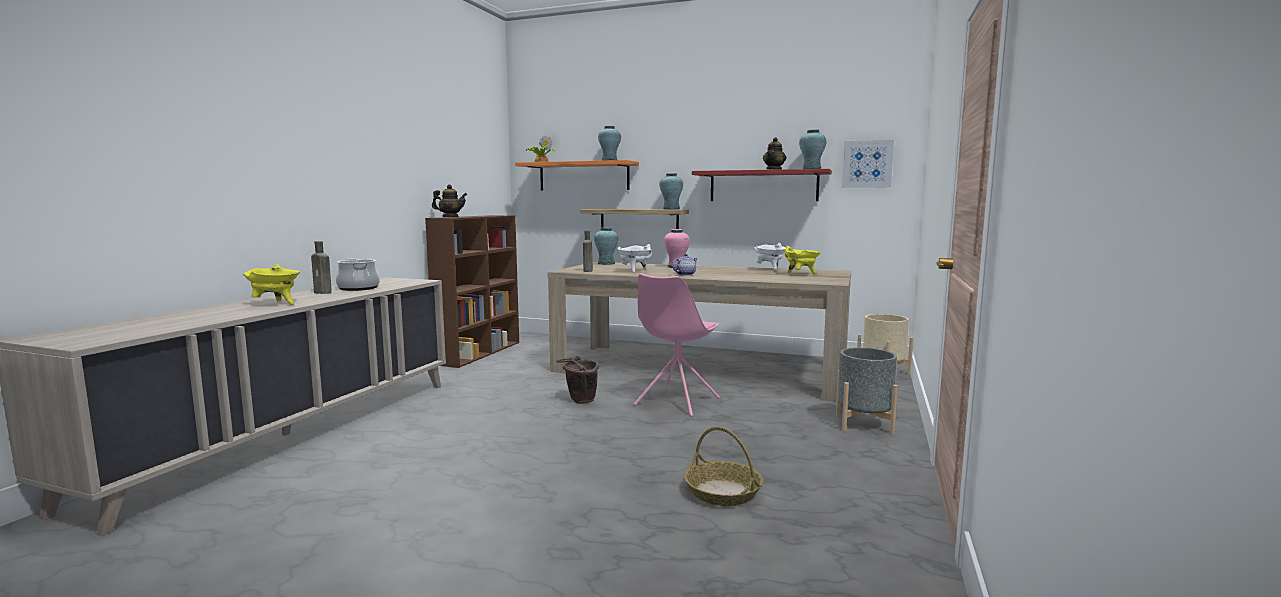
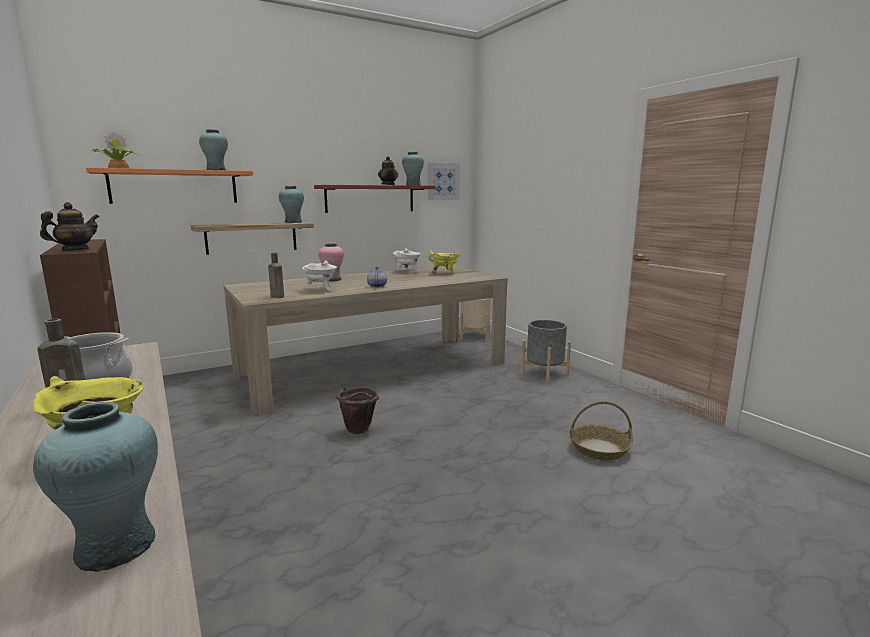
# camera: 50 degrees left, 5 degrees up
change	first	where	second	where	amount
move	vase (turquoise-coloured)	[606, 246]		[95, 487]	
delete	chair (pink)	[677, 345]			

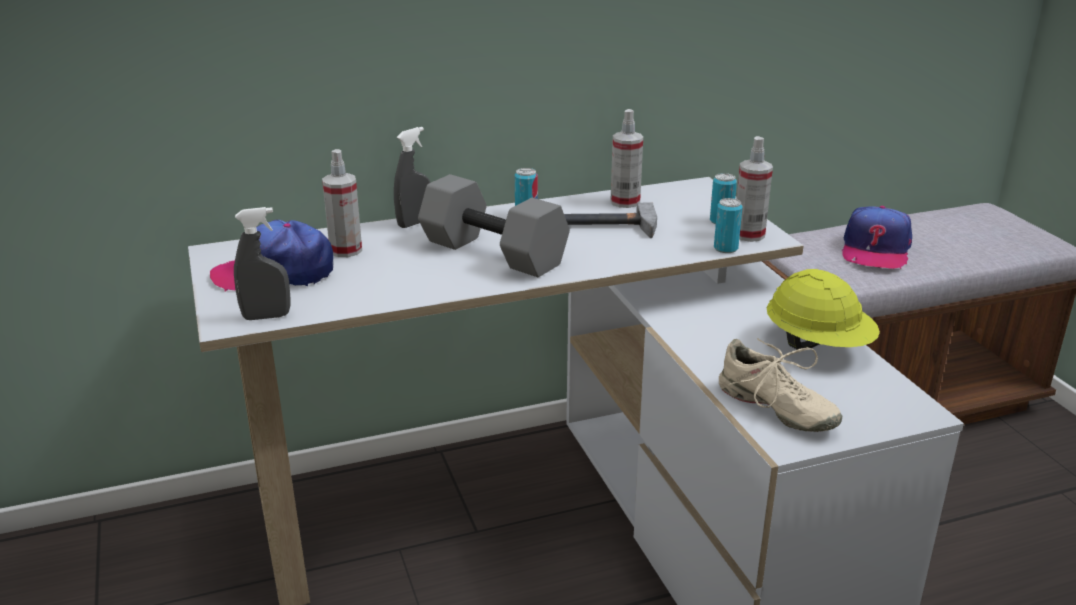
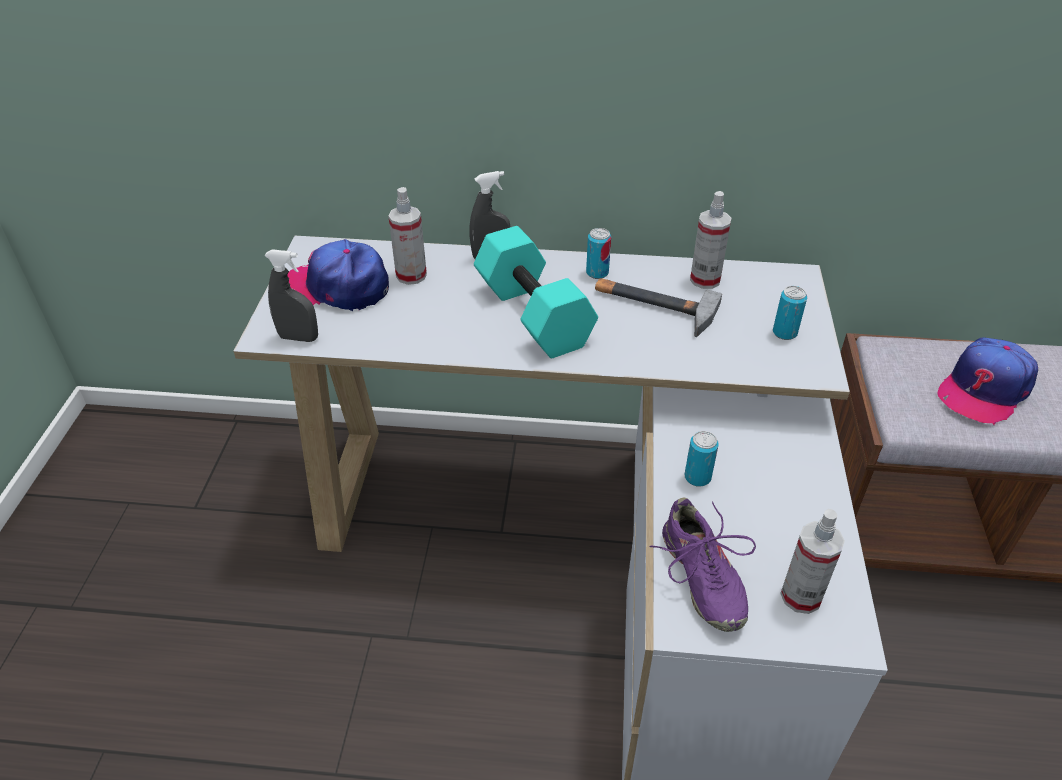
# camera: 25 degrees right, 15 degrees up
change	first	where	second	where	amount
recolor	dumbbell (greyish)	[494, 225]	dumbbell (turquoise-coloured)	[536, 292]	
move	sealed can	[728, 225]		[702, 459]	
recolor	low shoe (sand-coloured)	[780, 385]	low shoe (purple)	[703, 564]	
move	spray bottle	[754, 189]		[812, 561]	
delete	hard hat (yellowish)	[823, 309]			

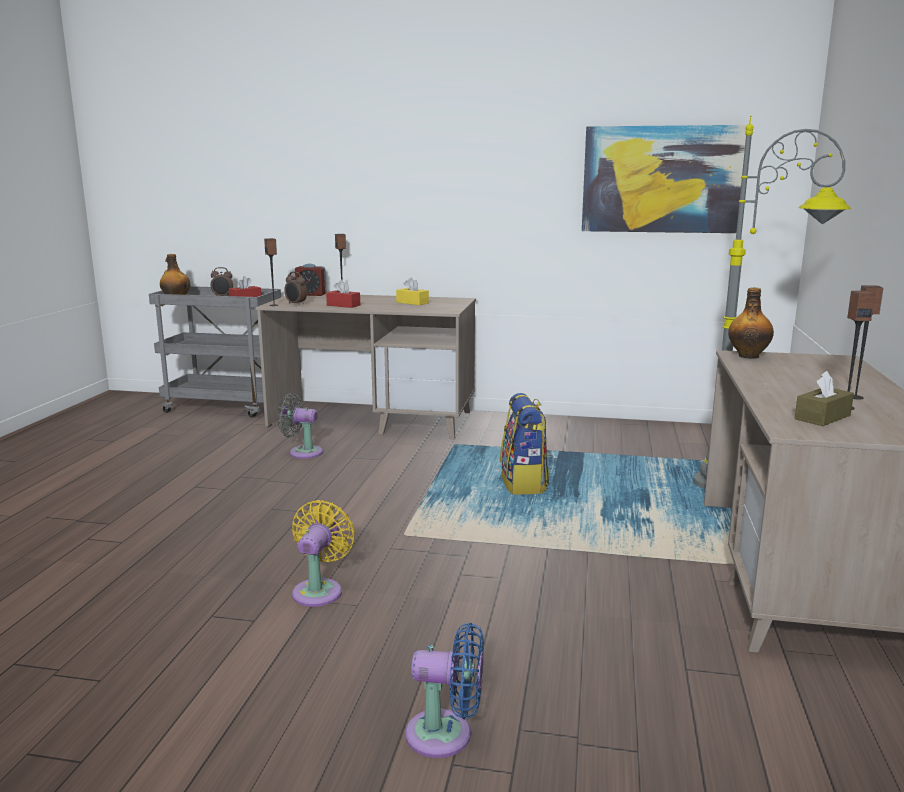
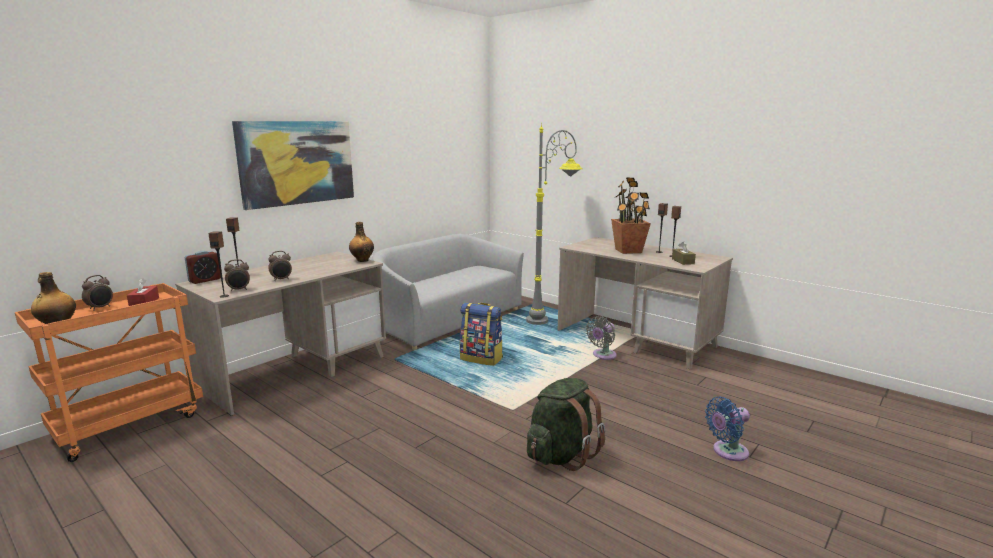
# camera: 60 degrees left, 0 degrees up
change	first	where	second	where	amount
recolor	wheeled cart (greyish)	[215, 352]	wheeled cart (orangey)	[109, 372]	
move	cooling fan (greyish)	[300, 426]		[601, 338]	
replace	cooling fan (yellowish)	[323, 553]	backpack (greenish)	[566, 424]	
replace	box of tissues (reddish)	[343, 294]	alarm clock	[280, 266]	
delete	box of tissues (yellowish)	[412, 291]			
rotate	cooling fan (blue-coloured)	[444, 690]		[727, 429]	150 degrees counterclockwise
move	wall picture	[664, 179]		[293, 165]	
move	bottle	[751, 323]		[361, 242]	
insert			sofa (greyish)	[448, 292]	
insert			plant in a pot	[631, 215]	

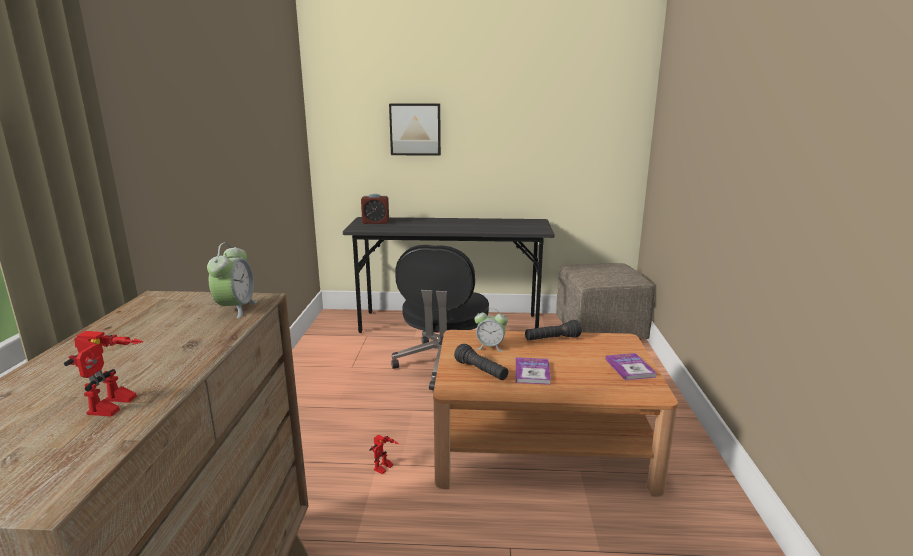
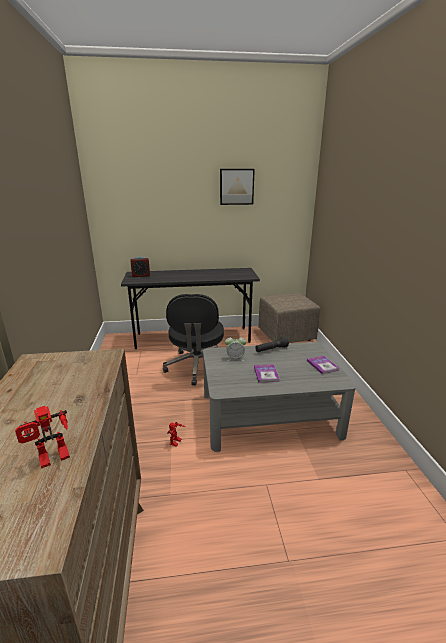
# camera: 10 degrees left, 5 degrees up
change	first	where	second	where	amount
rotate	model robot	[103, 374]		[42, 437]	60 degrees clockwise
delete	alarm clock	[232, 280]			
move	wall picture	[415, 130]		[237, 187]	
recolor	coffee table (brownish)	[555, 413]	coffee table (greyish)	[279, 397]	
delete	torch (blackish)	[481, 362]			

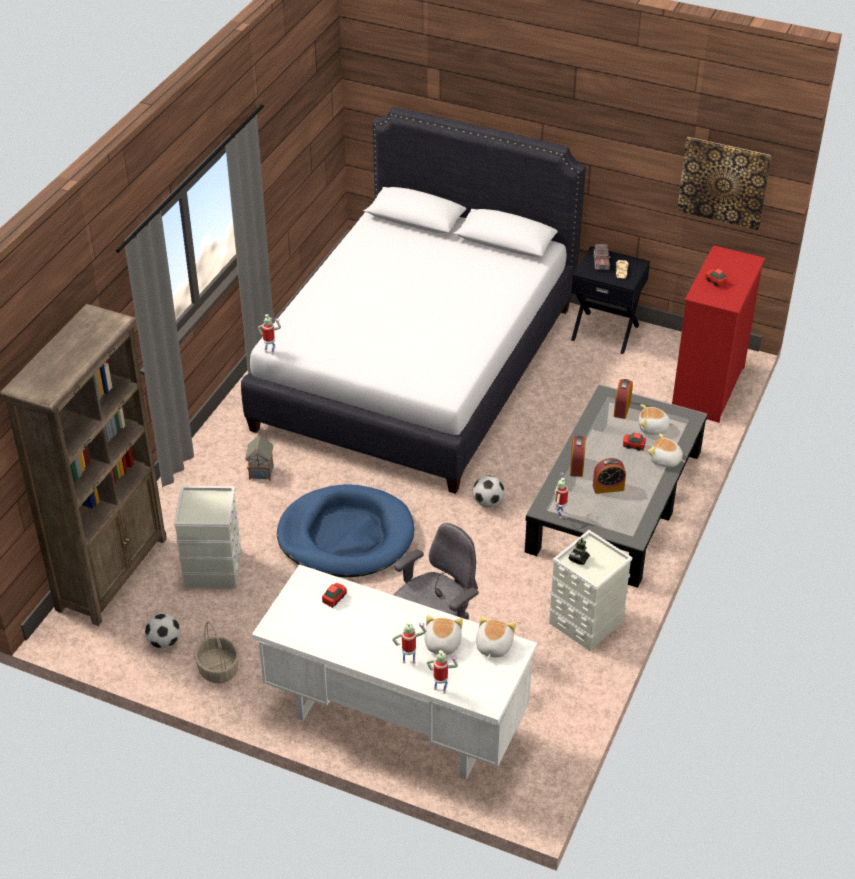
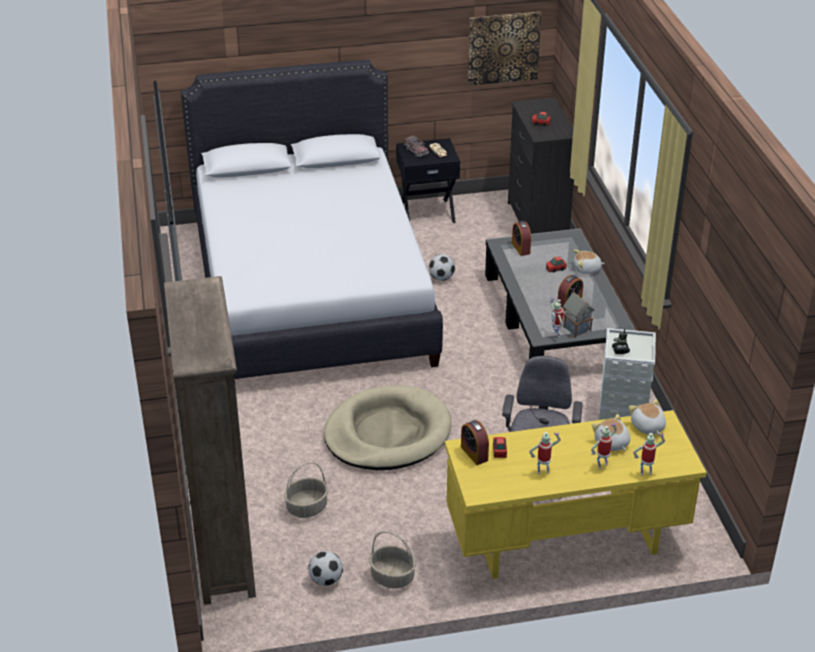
# camera: 35 degrees left, 5 degrees down
change	first	where	second	where	amount
replace	storage bin (greyish)	[207, 537]	storage basket	[306, 490]	
move	toy house	[259, 458]		[579, 315]	
recolor	desk (white)	[394, 672]	desk (yellowish)	[576, 494]	
move	model robot	[269, 334]		[545, 453]	
recolor	pet bed (blue-coloured)	[345, 530]	pet bed (sand-coloured)	[388, 427]	
move	football	[488, 491]		[442, 267]	
move	alarm clock	[578, 456]		[475, 442]	
delete	soft toy	[656, 419]			
recolor	dresser (reddish)	[718, 334]	dresser (blackish)	[541, 165]	

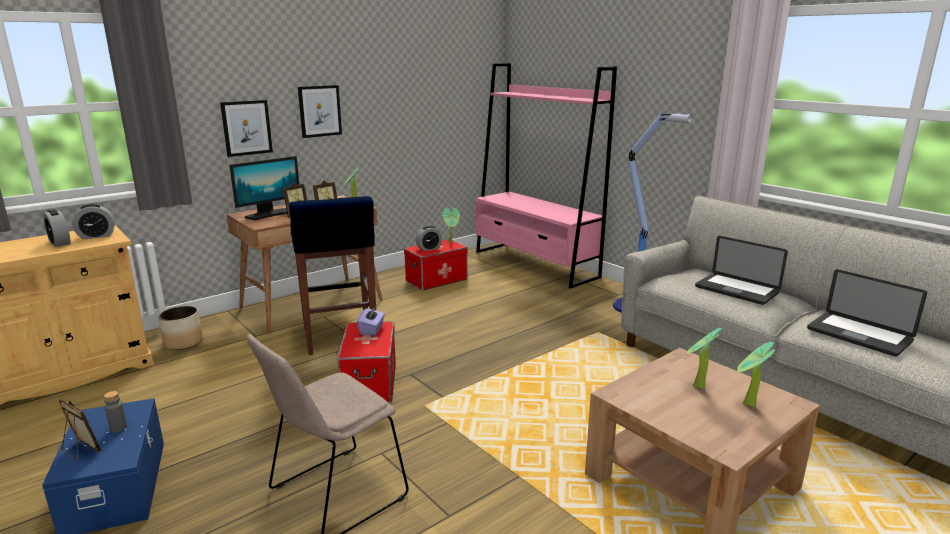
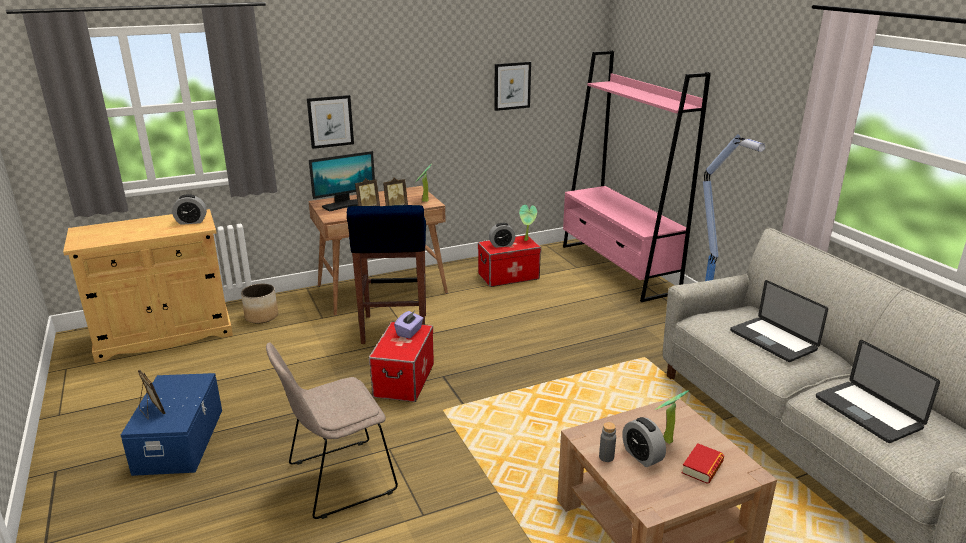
# camera: 15 degrees right, 5 degrees up
change	first	where	second	where	amount
move	alarm clock	[56, 228]		[644, 442]	
move	bottle (greyish)	[115, 412]		[607, 442]	
move	wall picture	[320, 111]		[512, 86]	
replace	plant in a pot	[756, 374]	book	[703, 463]	

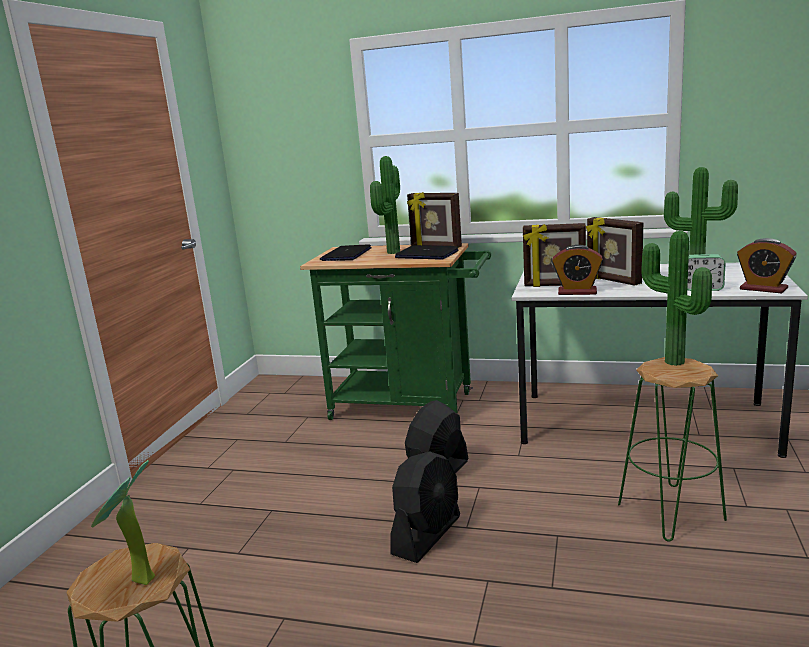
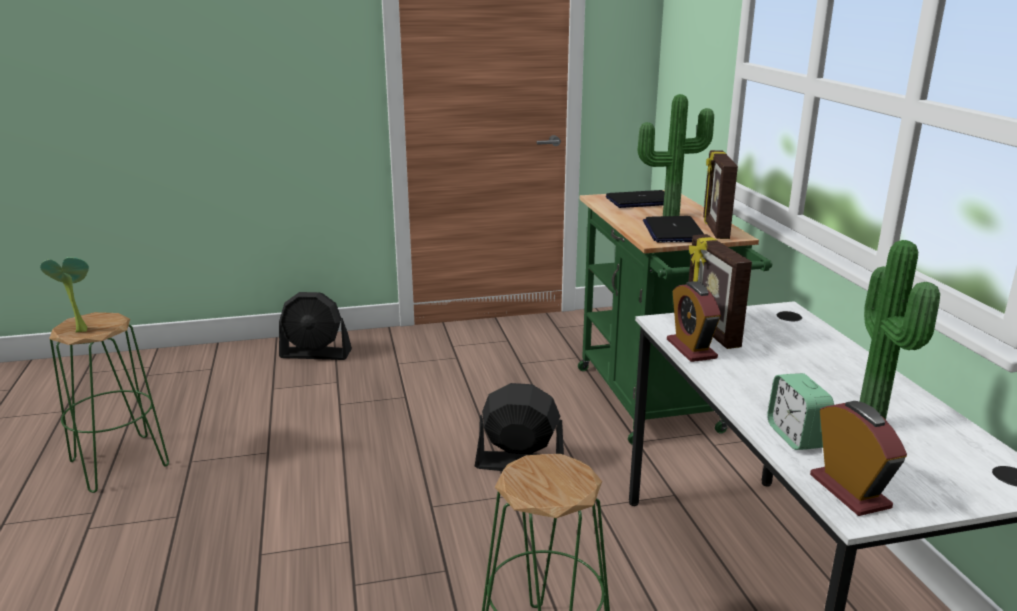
# camera: 60 degrees right, 5 degrees up
change	first	where	second	where	amount
move	cooling fan (blackish)	[425, 507]		[315, 326]	
delete	photo frame	[614, 251]			
delete	plant in a pot	[676, 298]			
rotate	alarm clock	[767, 265]		[858, 458]	150 degrees clockwise

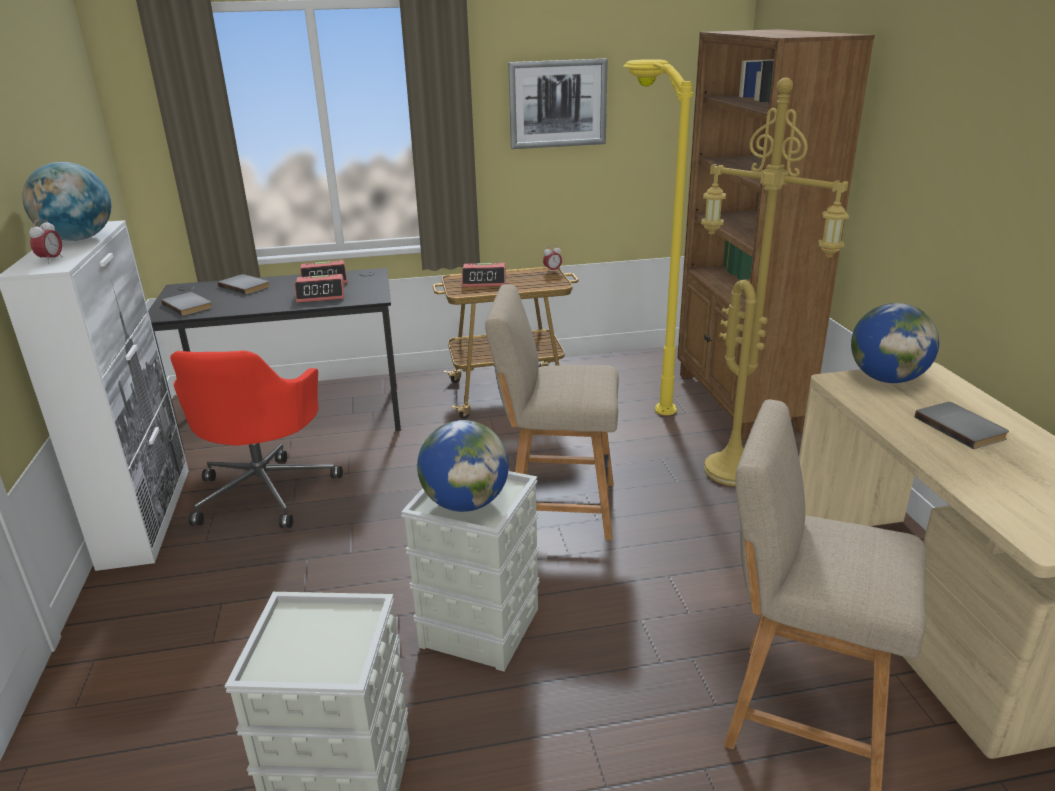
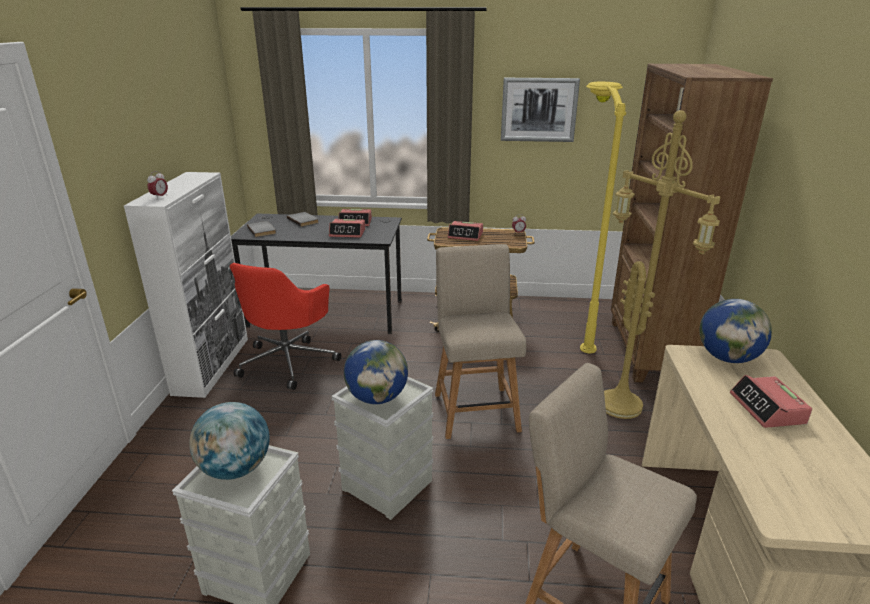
# camera: 15 degrees right, 0 degrees up
change	first	where	second	where	amount
move	world globe	[67, 201]		[229, 441]	
rotate	chair (sand-coloured)	[552, 412]		[480, 341]	60 degrees clockwise
replace	book (greyish)	[962, 425]	alarm clock	[771, 401]	

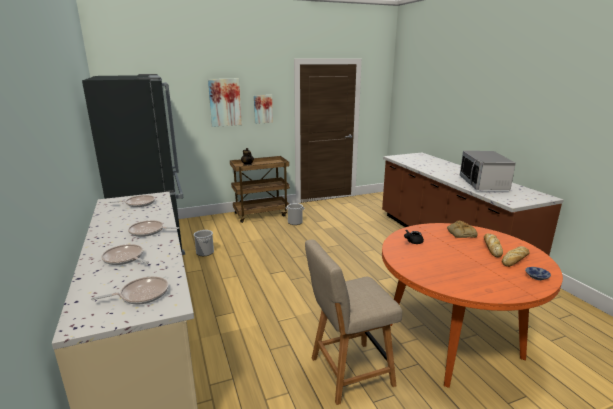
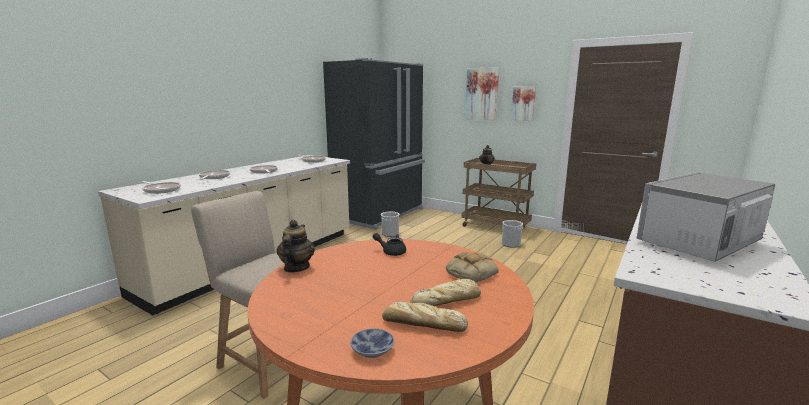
# camera: 55 degrees right, 5 degrees down
change	first	where	second	where	amount
insert			tea pot	[296, 246]	

